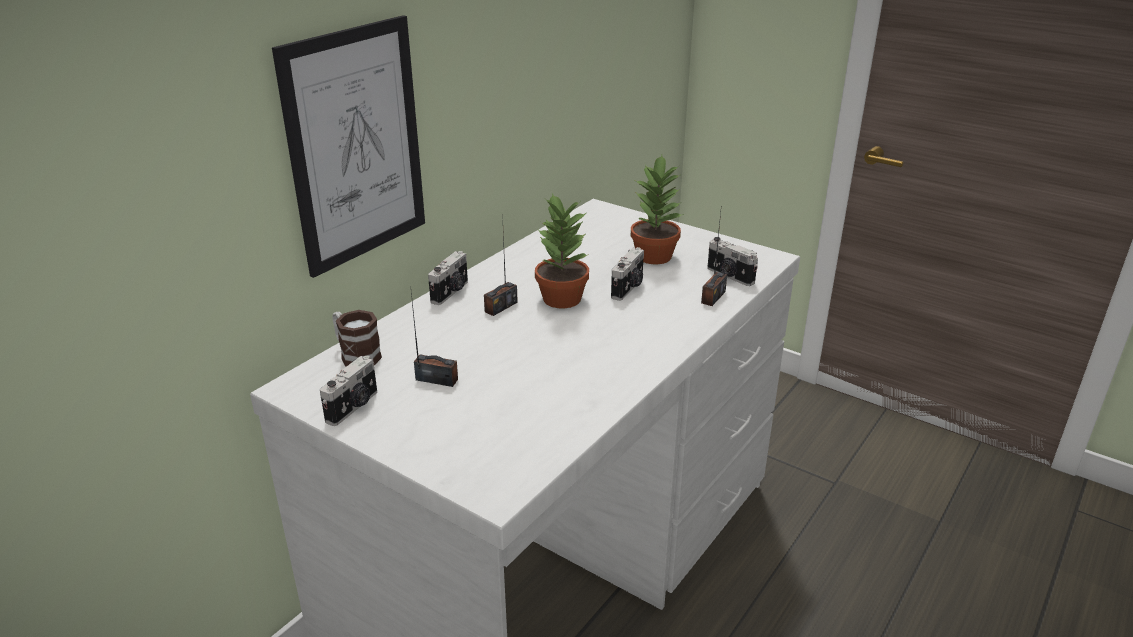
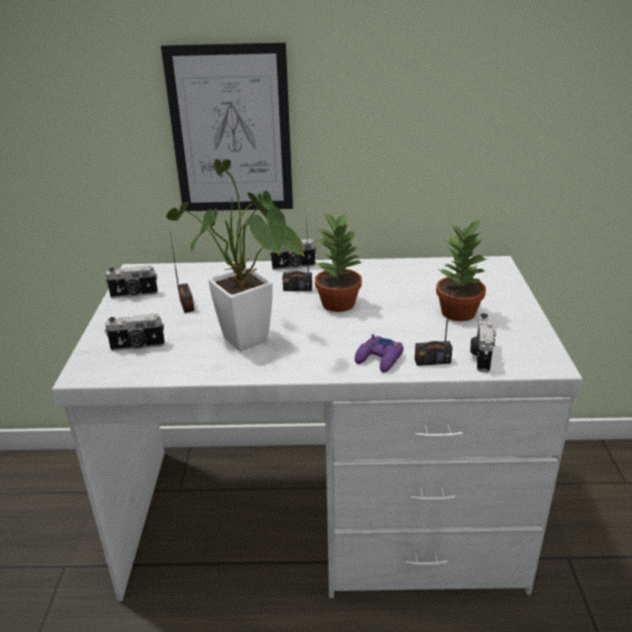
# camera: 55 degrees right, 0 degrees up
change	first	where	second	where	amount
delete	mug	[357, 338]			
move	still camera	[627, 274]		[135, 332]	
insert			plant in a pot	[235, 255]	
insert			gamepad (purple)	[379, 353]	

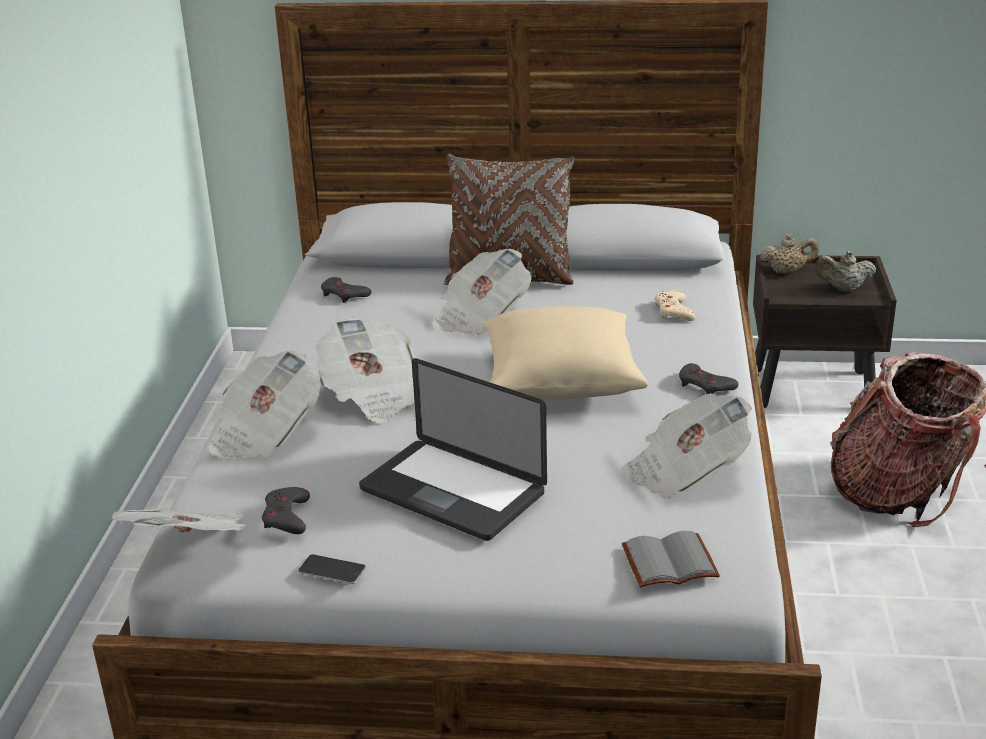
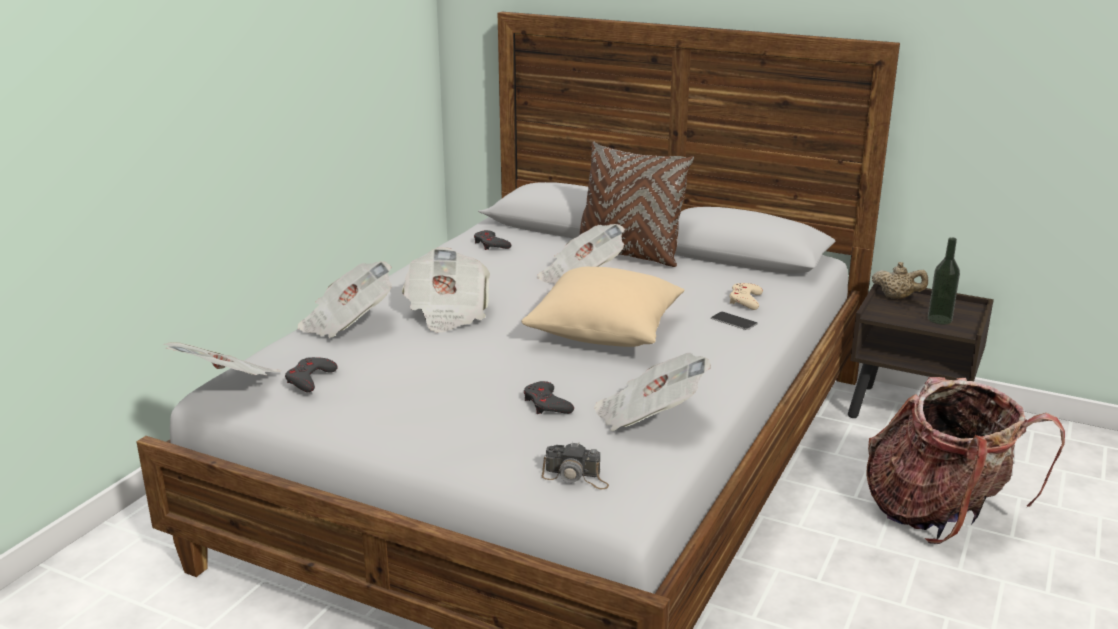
# camera: 20 degrees right, 5 degrees down
change	first	where	second	where	amount
move	handset	[332, 569]		[734, 320]	
delete	portable computer	[453, 449]			
replace	book (greyish)	[671, 559]	still camera	[575, 465]	
move	gamepad (greyish)	[708, 378]		[549, 397]	
replace	tea pot (sand-coloured)	[846, 271]	bottle	[944, 280]	

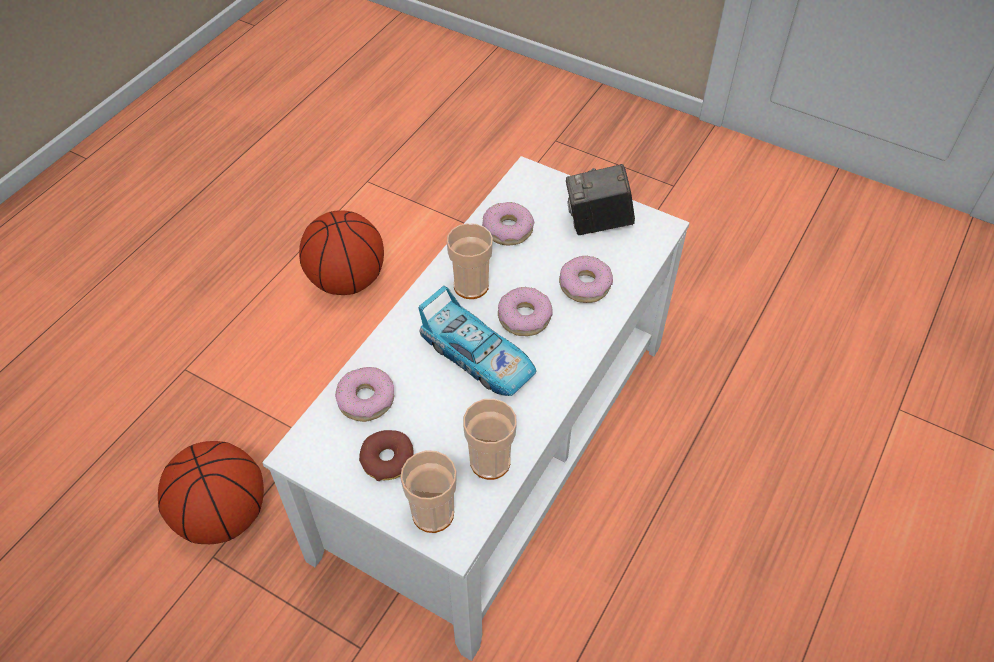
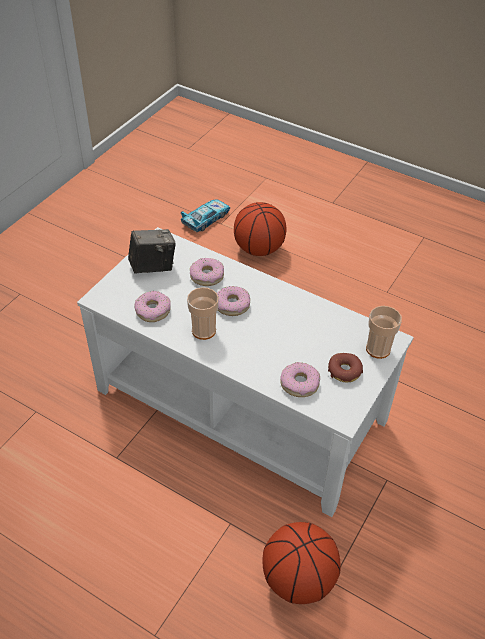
# camera: 90 degrees left, 5 degrees down
change	first	where	second	where	amount
move	basketball	[341, 252]		[260, 229]	
move	toy car	[477, 341]		[205, 215]	
delete	drinking cup	[490, 439]			
rotate	still camera	[600, 199]		[152, 251]	105 degrees counterclockwise

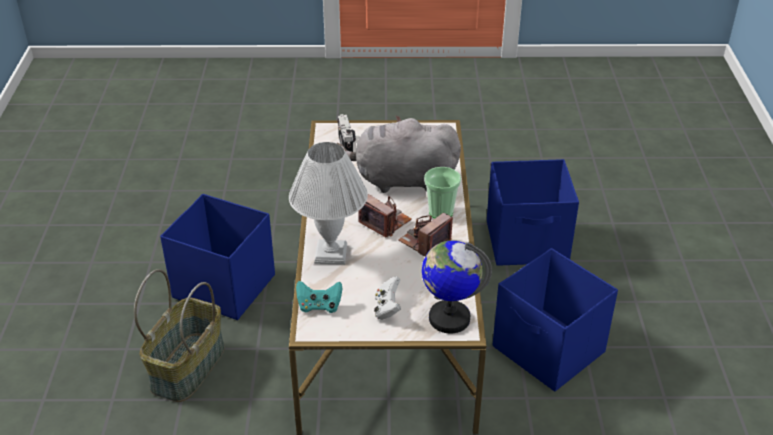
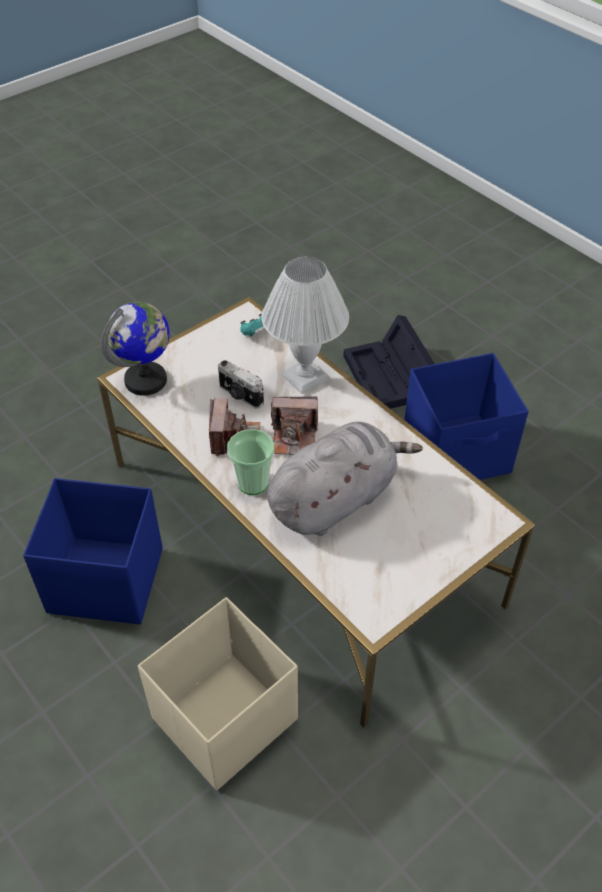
# camera: 140 degrees right, 10 degrees up
change	first	where	second	where	amount
replace	storage basket	[179, 335]	storage bin (blackish)	[389, 362]	
move	still camera	[346, 133]		[241, 384]	
delete	gamepad (white)	[387, 298]			
recolor	storage bin (blue-coloured)	[533, 212]	storage bin (sand-coloured)	[218, 693]	

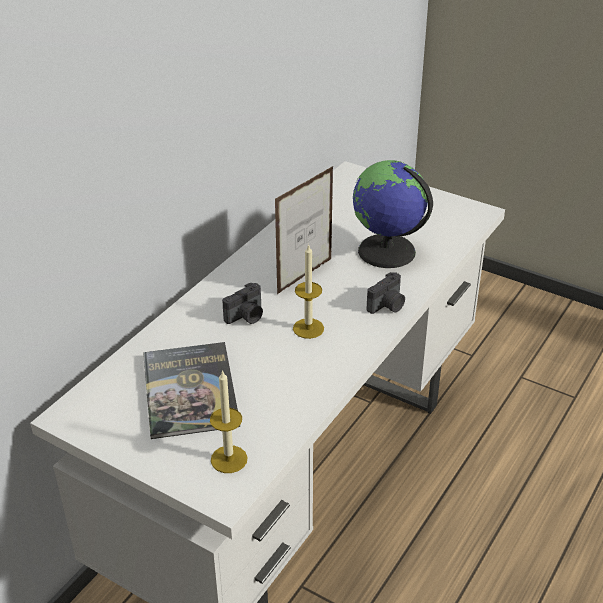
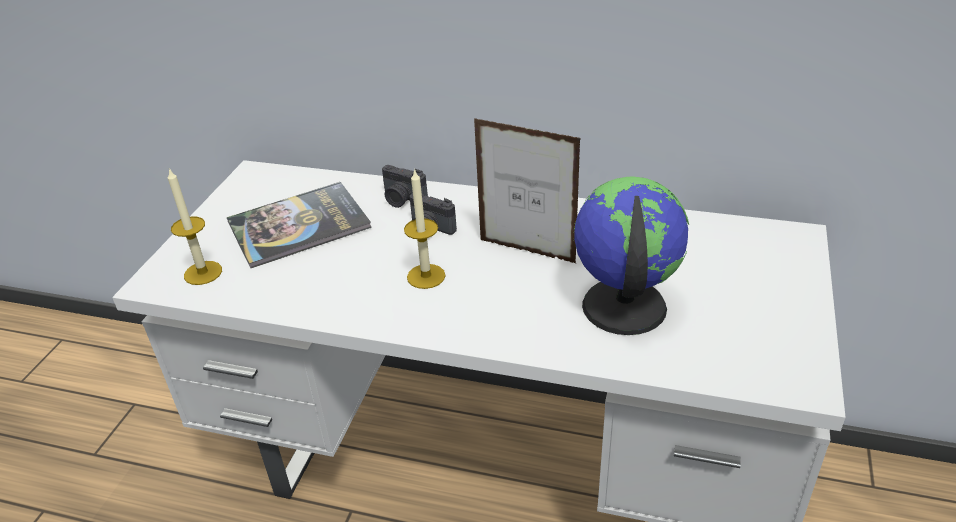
# camera: 75 degrees right, 0 degrees up
change	first	where	second	where	amount
move	still camera	[386, 293]		[405, 186]	

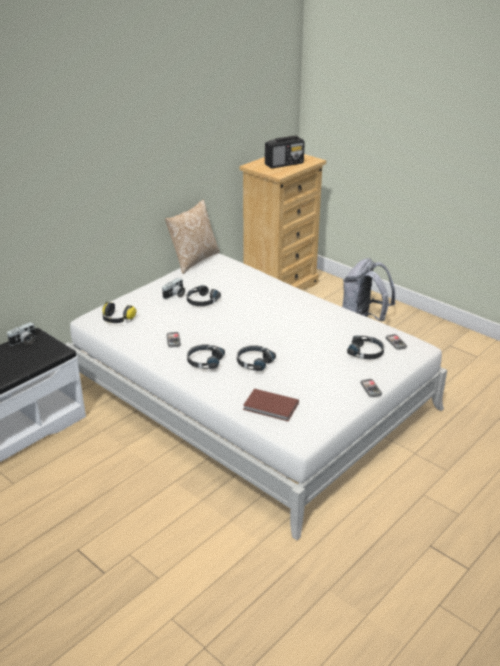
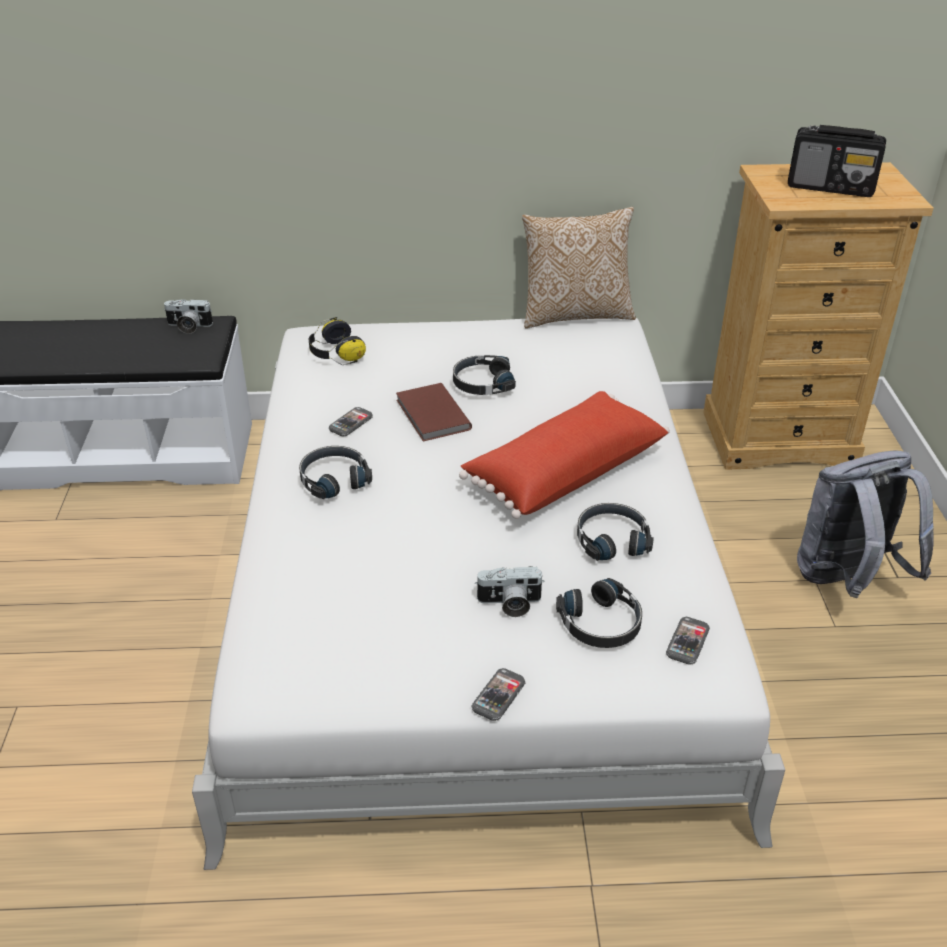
# camera: 45 degrees right, 5 degrees up
change	first	where	second	where	amount
move	still camera	[173, 288]		[509, 591]	
move	pair of headphones (blackish)	[256, 358]		[615, 532]	
move	book (brownish)	[271, 405]		[434, 412]	
insert			throw pillow (reddish)	[564, 455]	

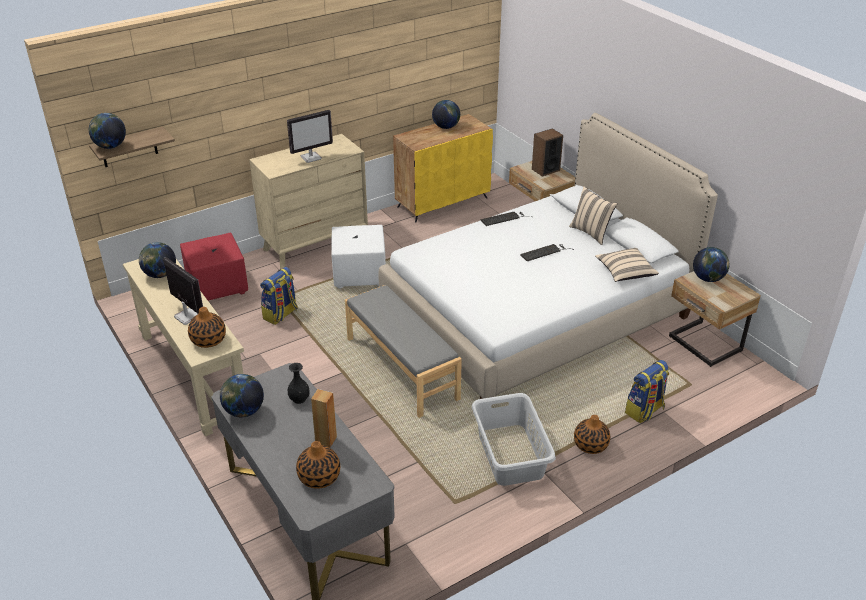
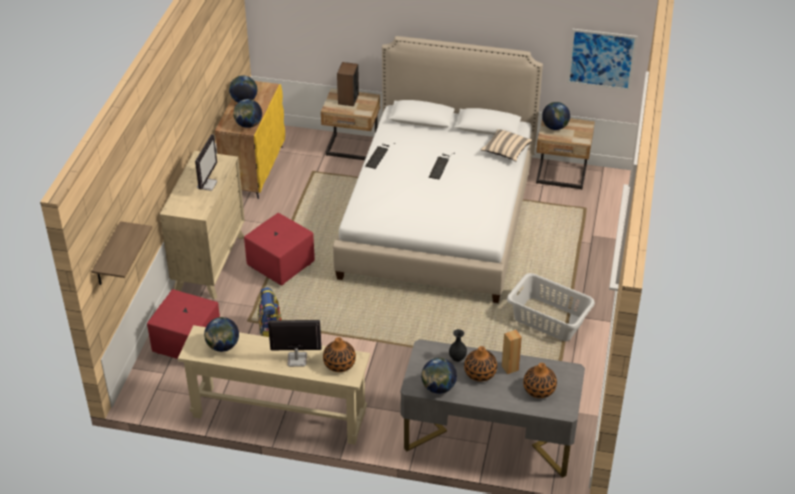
# camera: 45 degrees left, 5 degrees up
change	first	where	second	where	amount
move	world globe	[107, 131]		[247, 113]	
recolor	footrest (white)	[358, 257]	footrest (reddish)	[279, 249]	
delete	bench (greyish)	[403, 351]			
delete	throw pillow (sand-coloured)	[593, 215]			
move	vase	[592, 434]		[480, 364]	
delete	backpack	[647, 391]			
insert			wall picture	[602, 60]	

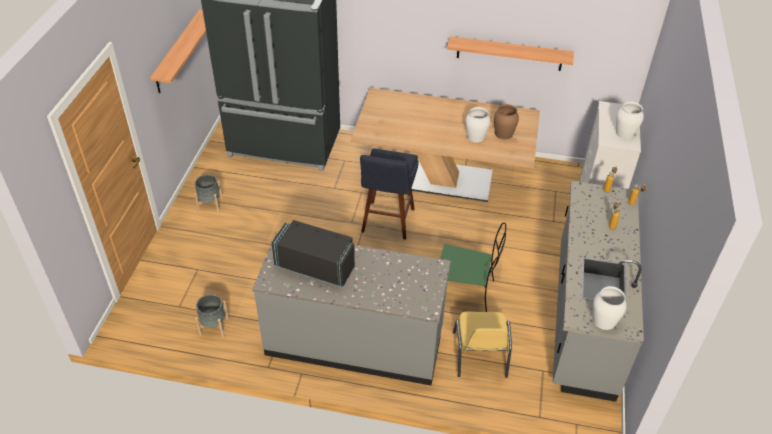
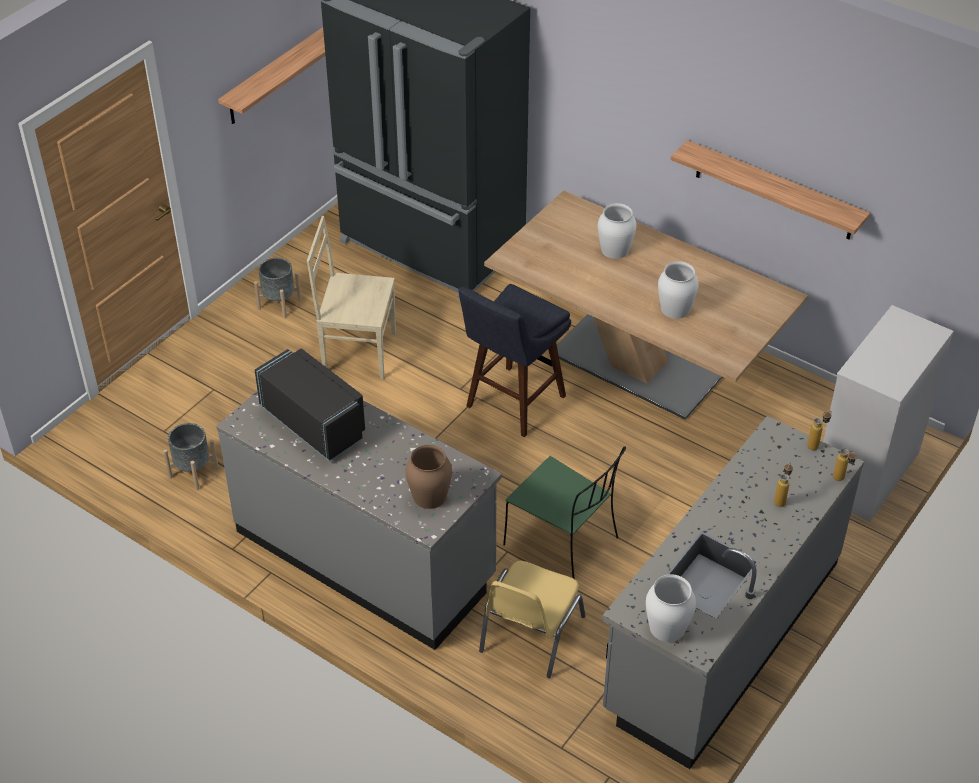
# camera: 25 degrees right, 0 degrees up
change	first	where	second	where	amount
move	vase (brownish)	[506, 121]		[428, 477]	
move	vase (white)	[630, 120]		[617, 231]	
insert			chair (sand-coloured)	[351, 297]	

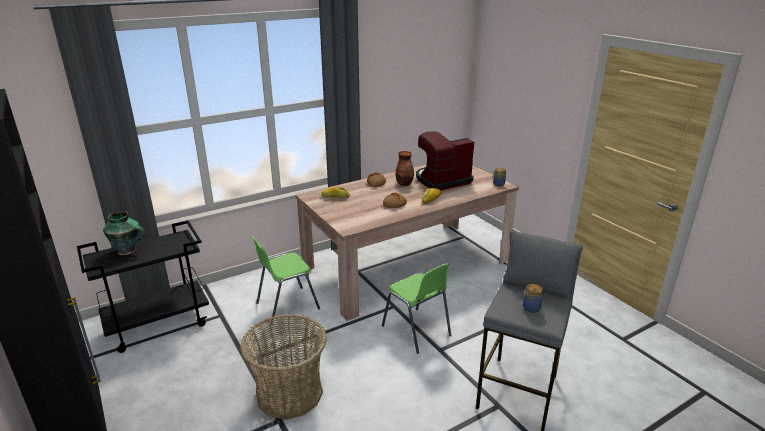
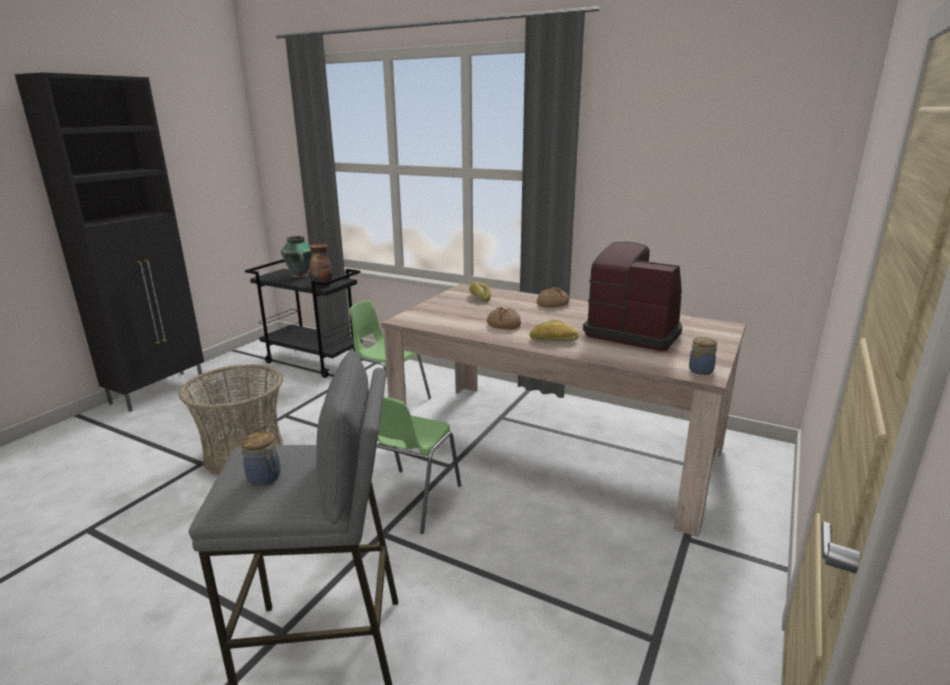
# camera: 60 degrees right, 5 degrees down
change	first	where	second	where	amount
move	vase	[404, 168]		[321, 265]	

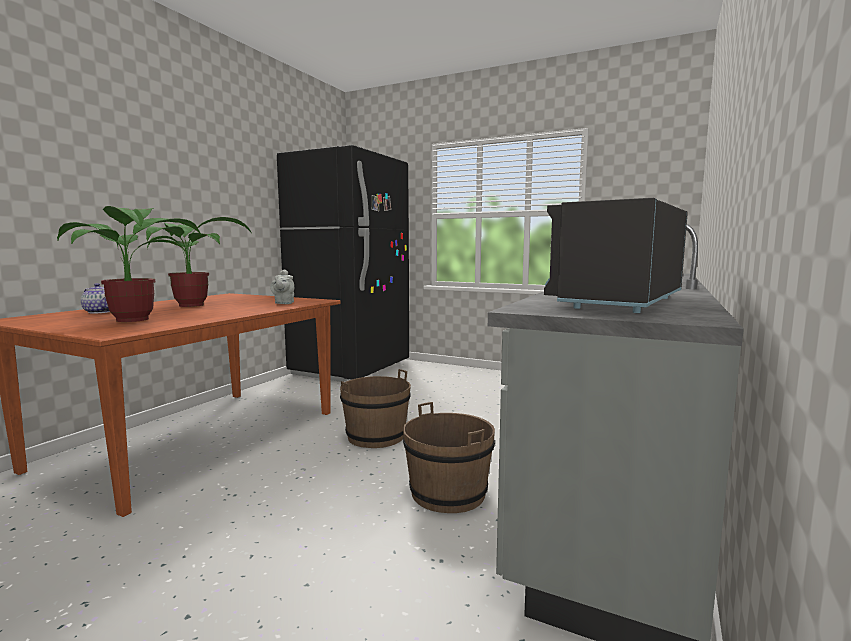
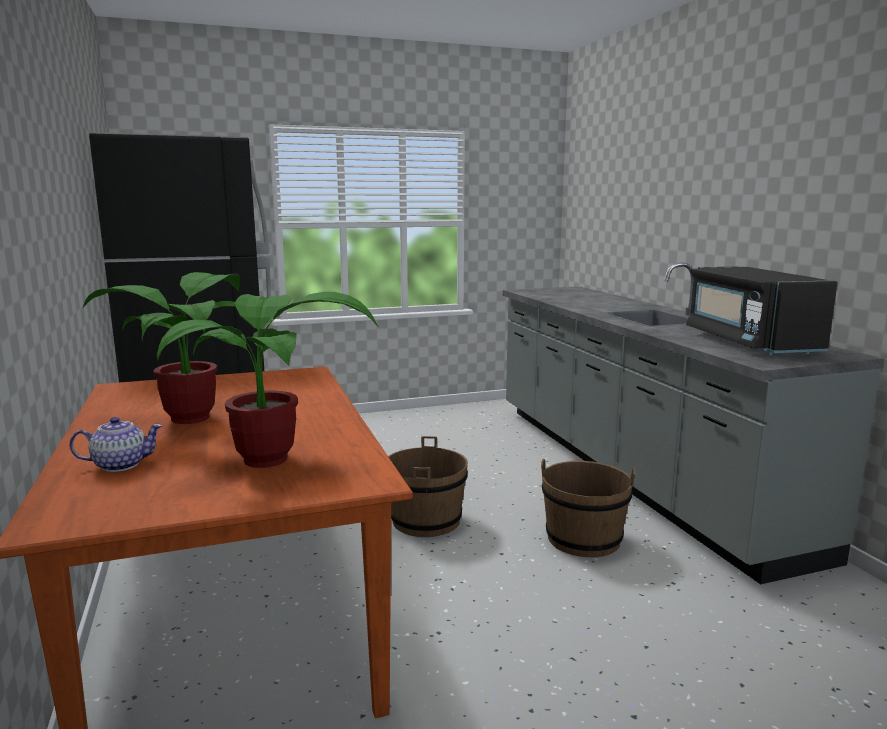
# camera: 45 degrees left, 5 degrees up
change	first	where	second	where	amount
delete	tea pot (greyish)	[282, 287]			

